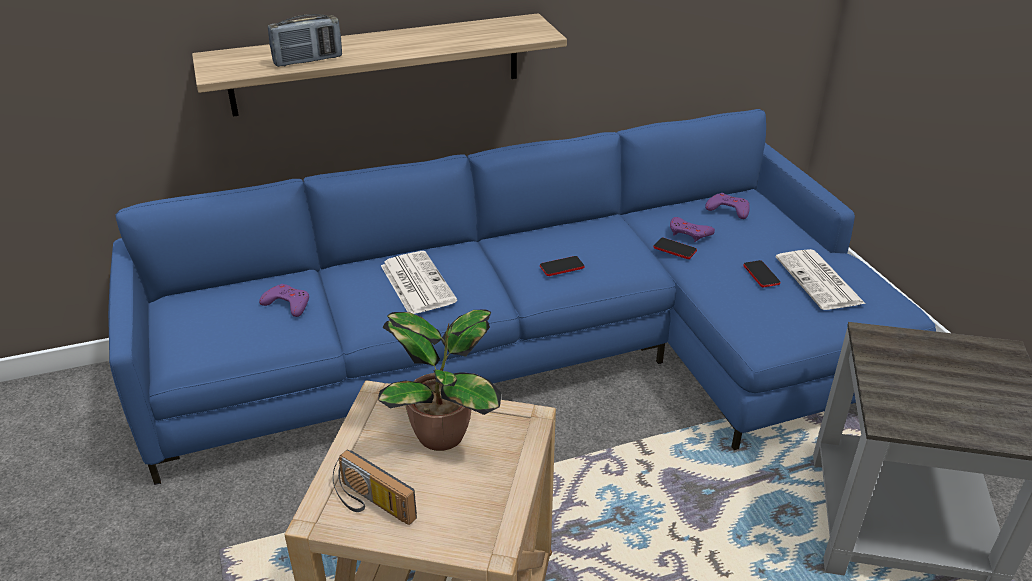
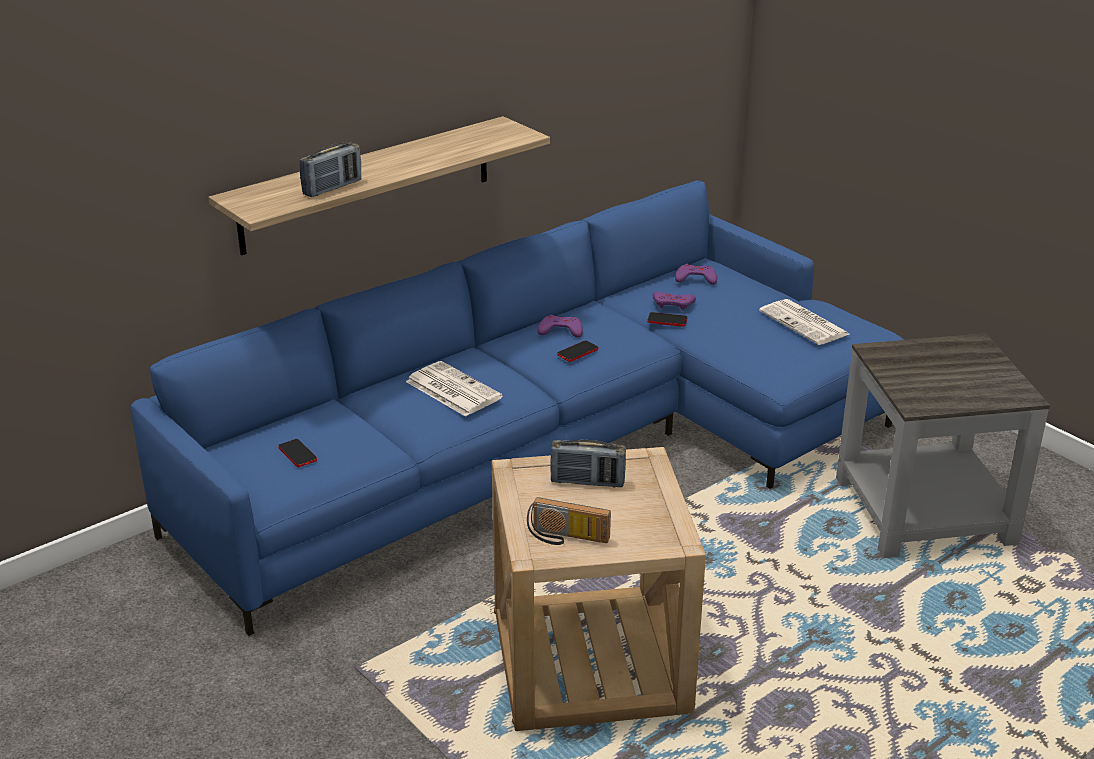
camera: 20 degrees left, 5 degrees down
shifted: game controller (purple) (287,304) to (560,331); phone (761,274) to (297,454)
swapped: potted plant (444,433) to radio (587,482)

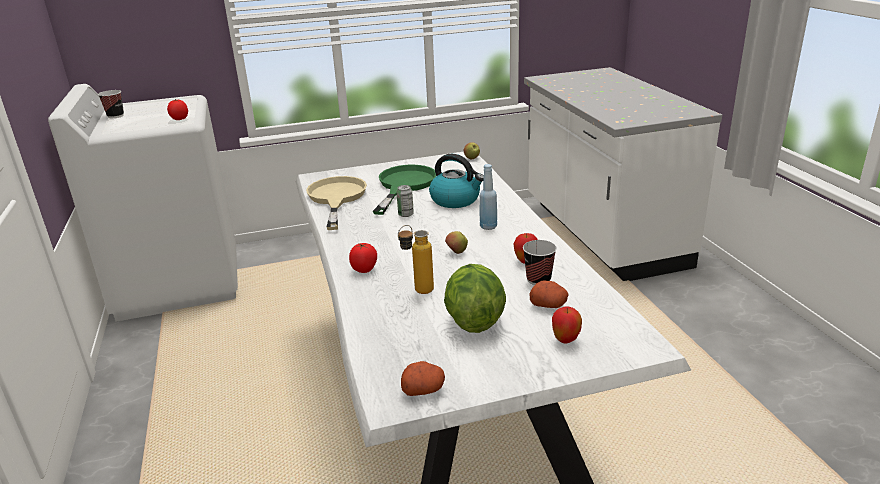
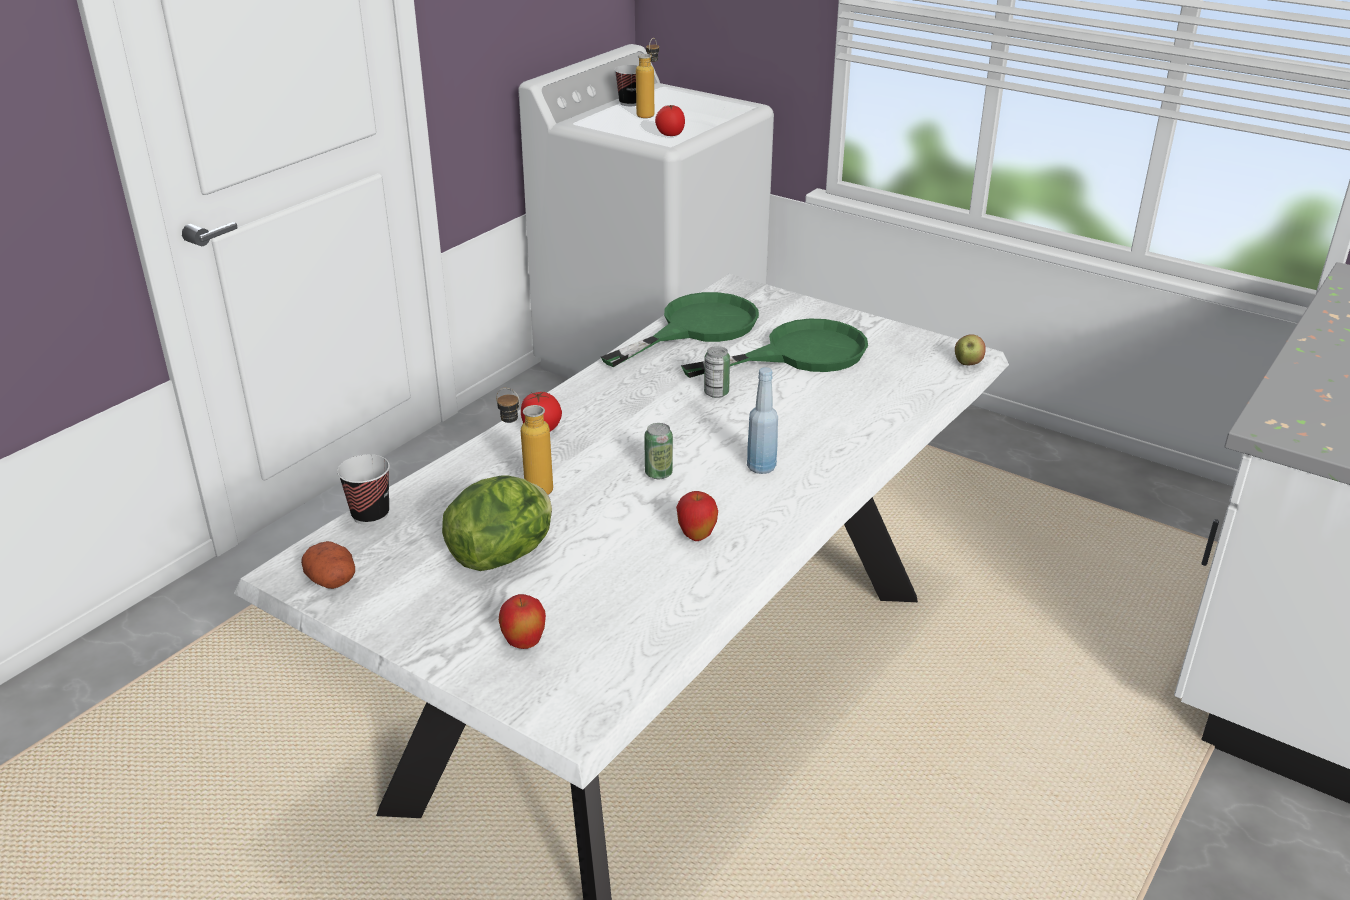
camera: 50 degrees right, 5 degrees up
gone: kettle (456,200); potato (549,305)
new: bottle (649,114)
shifted: cup (538,279) to (370,515)
swapped: apple (456,252) to can (658,473)
repainted: frying pan (beige) (336,198) to frying pan (green) (697,328)

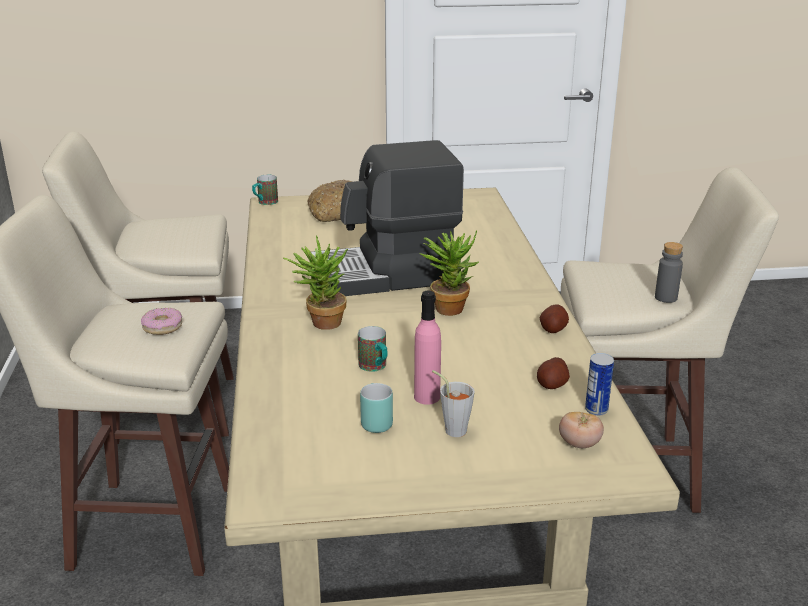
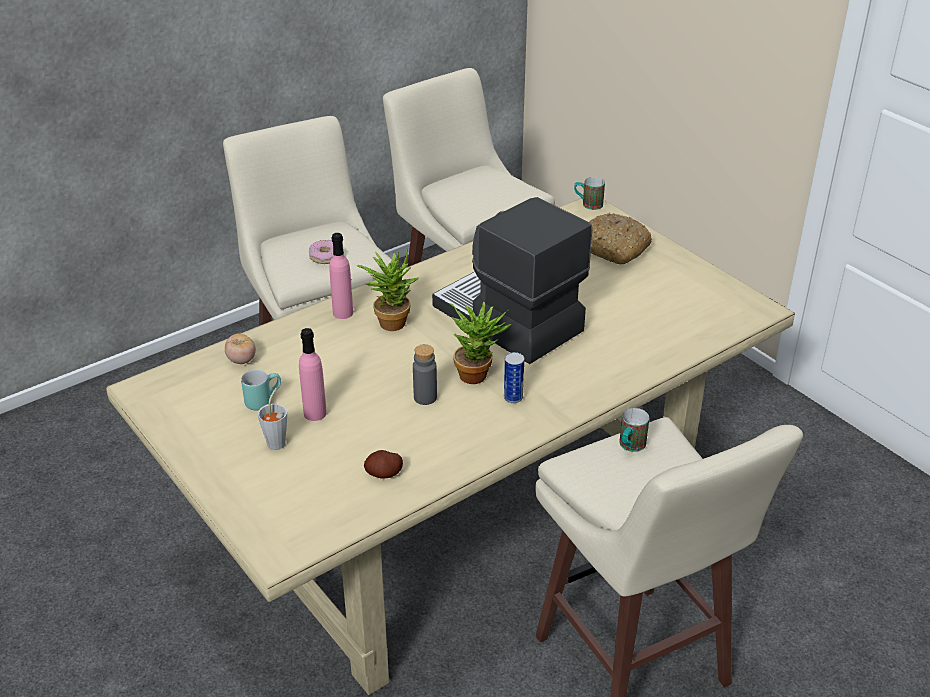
camera: 60 degrees right, 10 degrees up
gone: potato (553,329)
new: bottle (pink) (343,313)
shifted: mug (375,367) to (630,446); tomato (579,444) to (241,360); can (596,410) to (513,397); bottle (grey) (666,298) to (425,397)

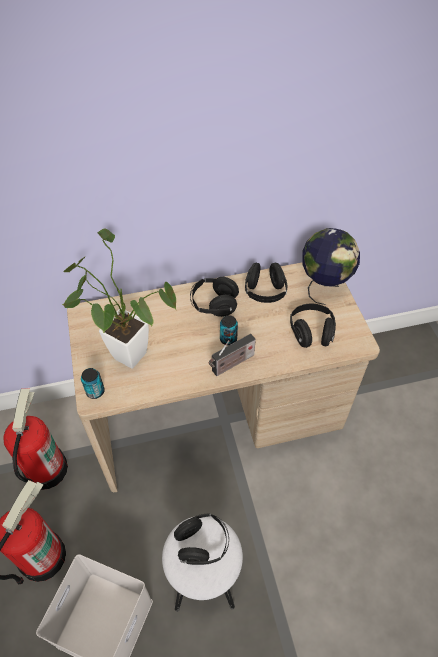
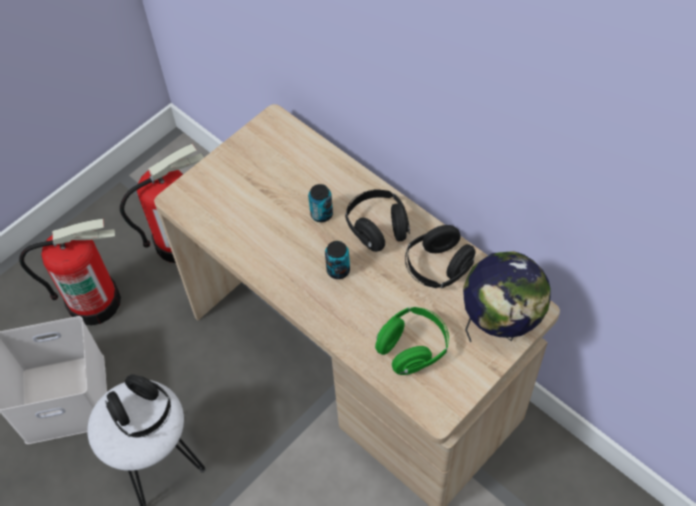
camera: 60 degrees right, 5 degrees up
gone: potted plant (124,352); radio (231,364)
shifted: can (95,391) to (321,214)
repainted: headphones (black) (311,332) to headphones (green) (412,348)

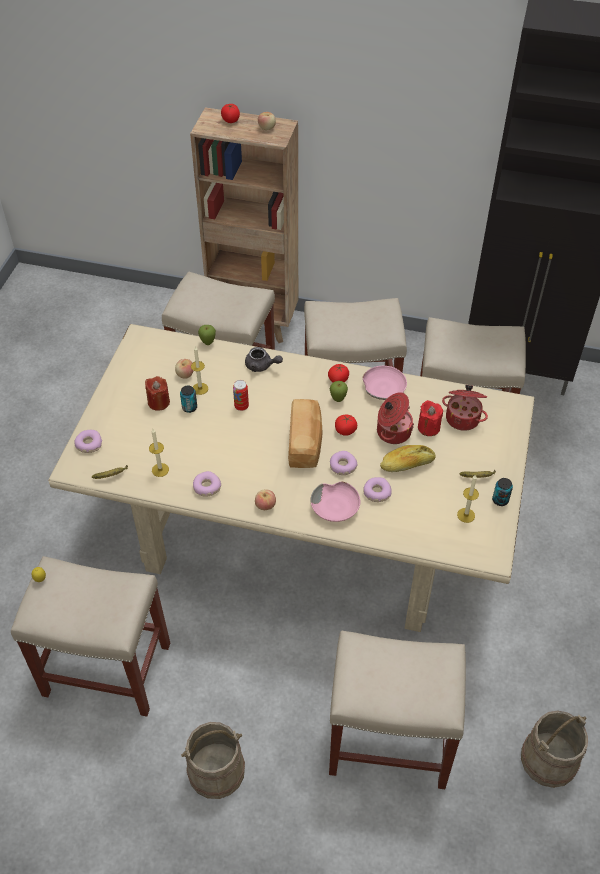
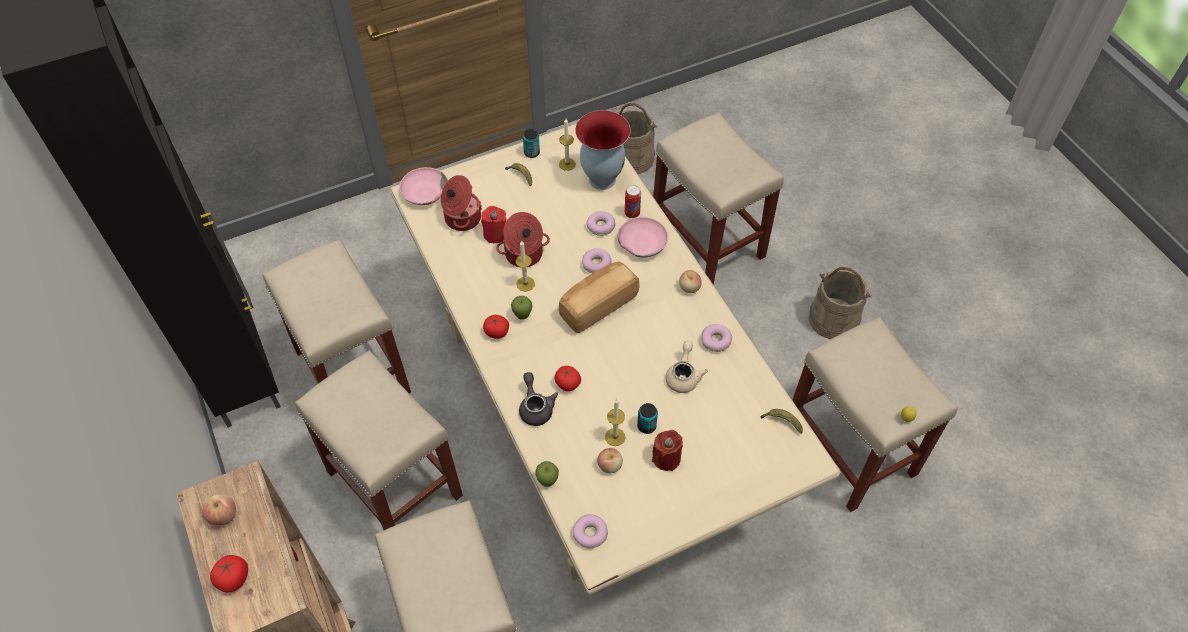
camera: 130 degrees left, 5 degrees up
gone: bread (407,464)
new: vase (601,179); teapot (beige) (683,376)
shifted: donut (89,444) to (590,534); candle (160,470) to (525,284); can (241,406) to (632,213); tomato (345,430) to (567,384); bowl (pink) (383,388) to (424,193)

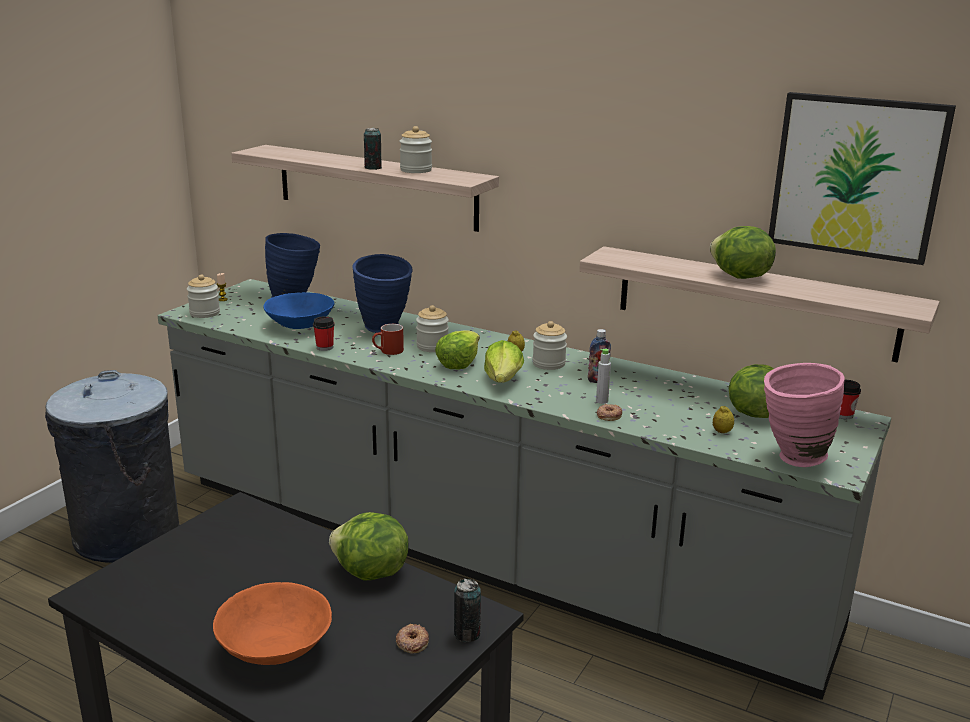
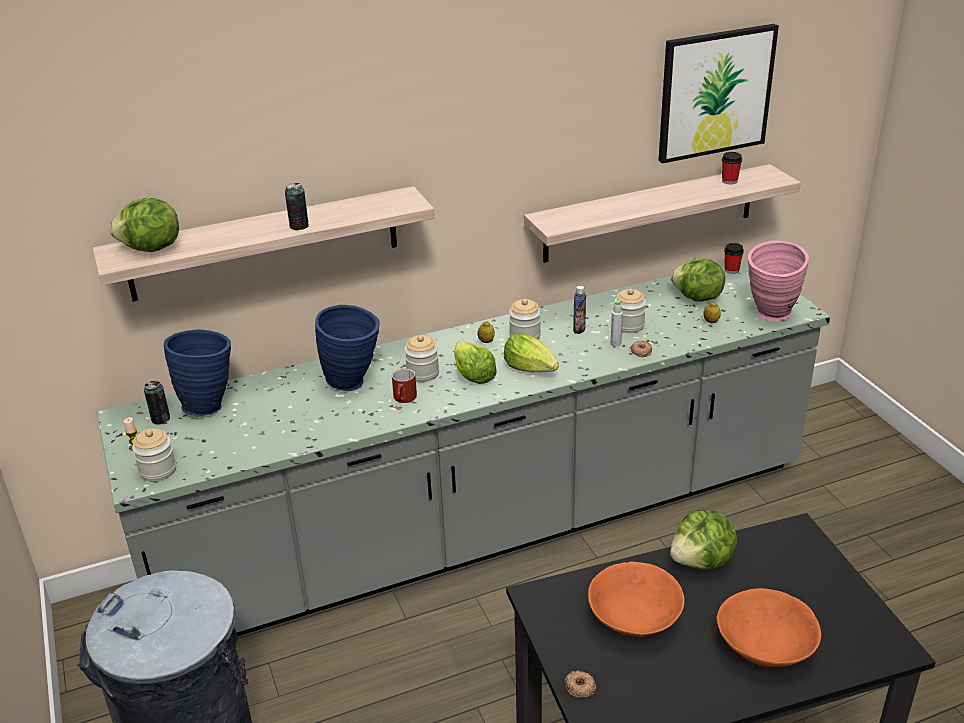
camera: 50 degrees left, 10 degrees up
gone: bowl (blue) (300,325)
new: bowl (orange) (634,618)
shifted: cup (324,347) to (729,181); donut (412,642) to (580,687); jar (416,170) to (628,326); can (467,634) to (160,419); lettuce (739,277) to (151,249)

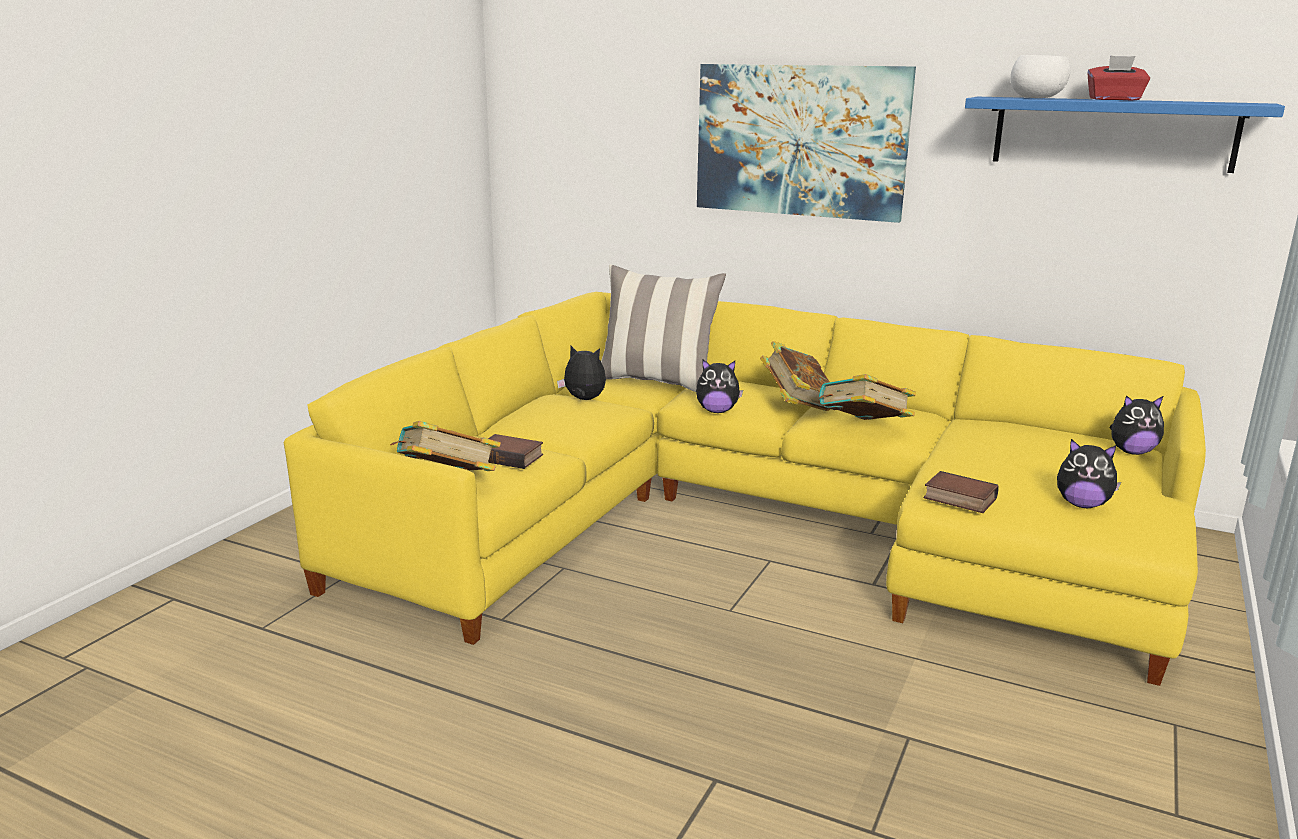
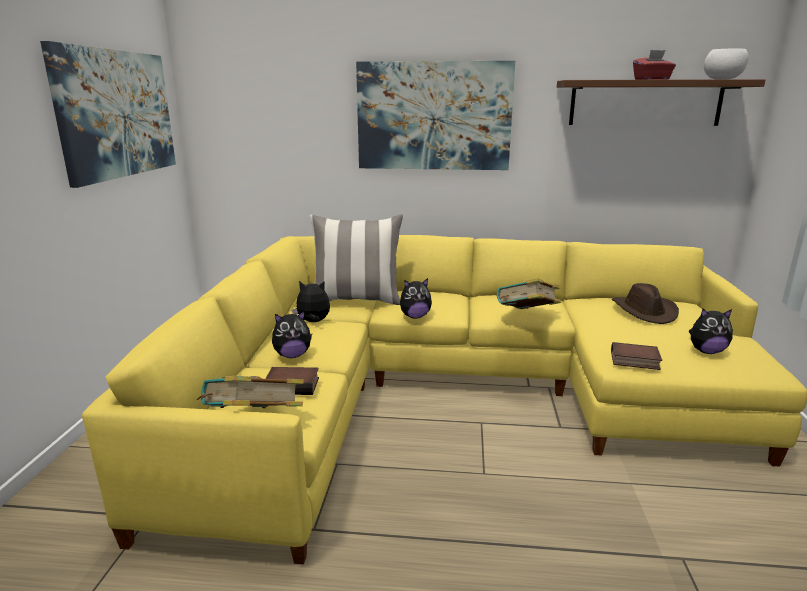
camera: 20 degrees left, 0 degrees up
gone: book (797,405)
new: picture (117,114); hat (brown) (645,311)
shifted: bowl (white) (1037,98) to (723,79); plush toy (1131,452) to (292,355)
repainted: shelf (blue) (1113,133) to shelf (brown) (645,103)

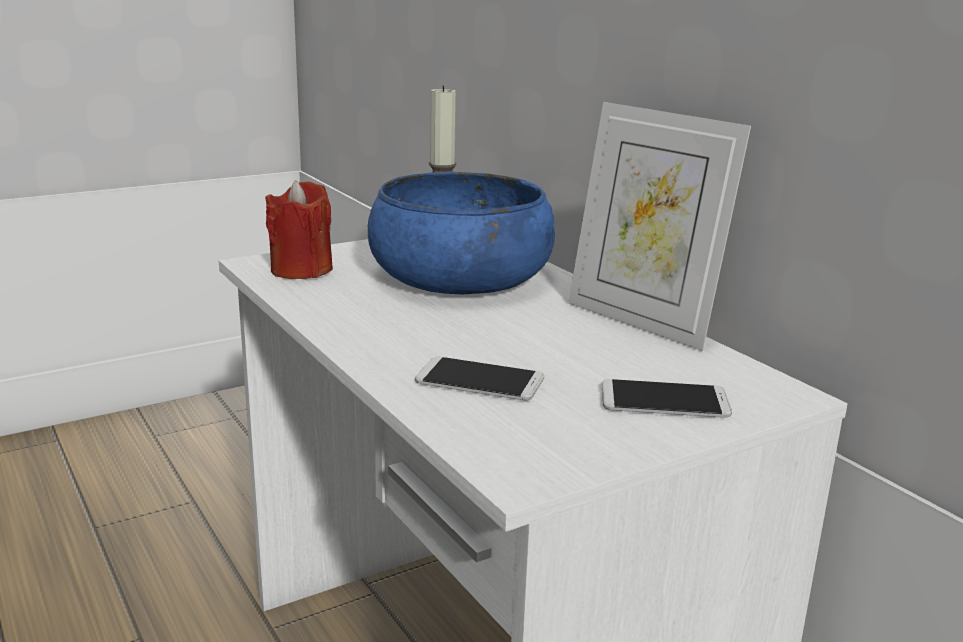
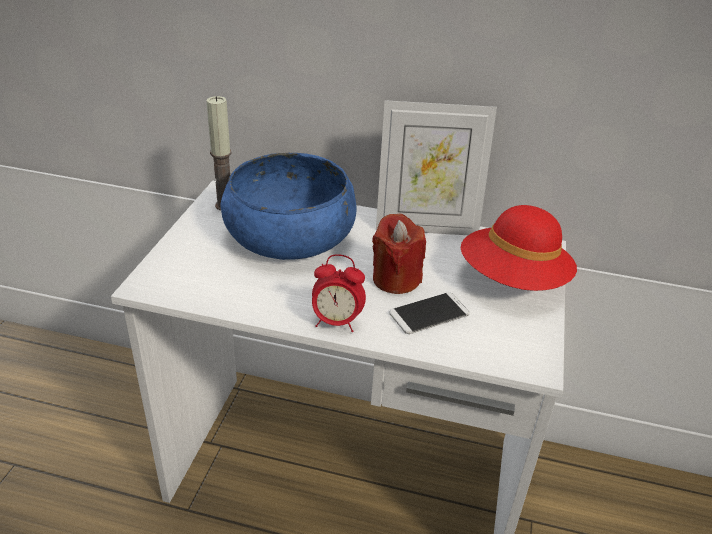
camera: 45 degrees left, 15 degrees up
new: alarm clock (336,322)
shifted: candle (red) (301,270) to (396,279)
swapped: phone (664,400) to hat (red) (513,280)

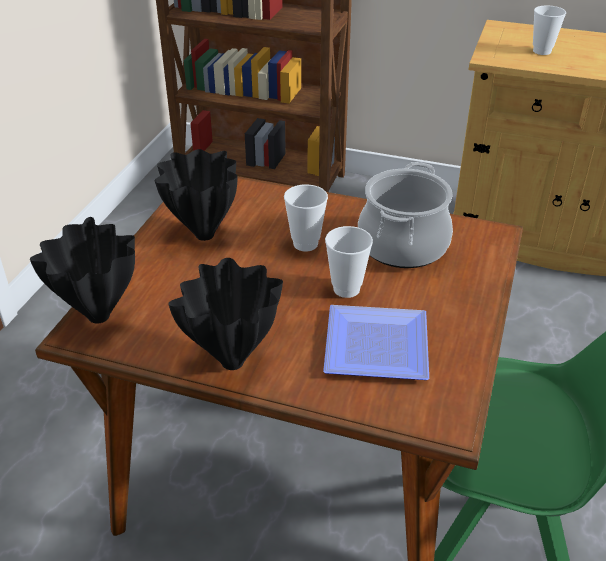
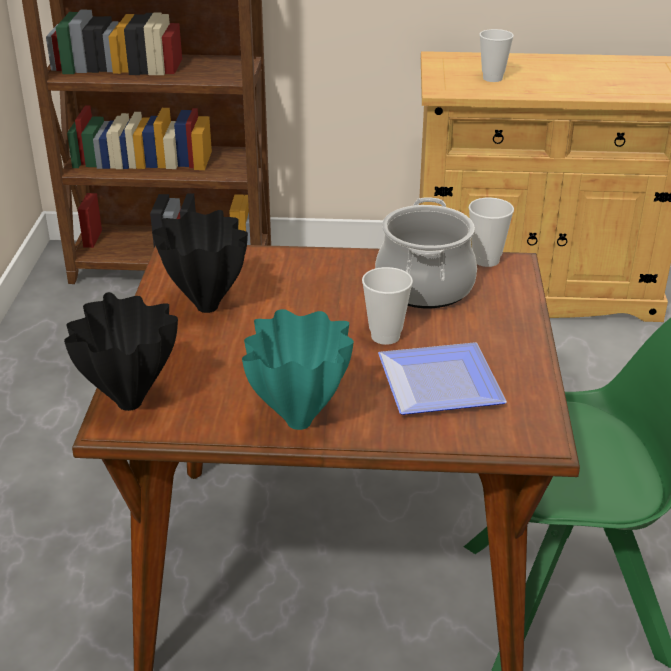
camera: 15 degrees left, 5 degrees down
shifted: cup (305,244) to (486,260)
repainted: vase (black) (234,361) to vase (turquoise) (301,421)

